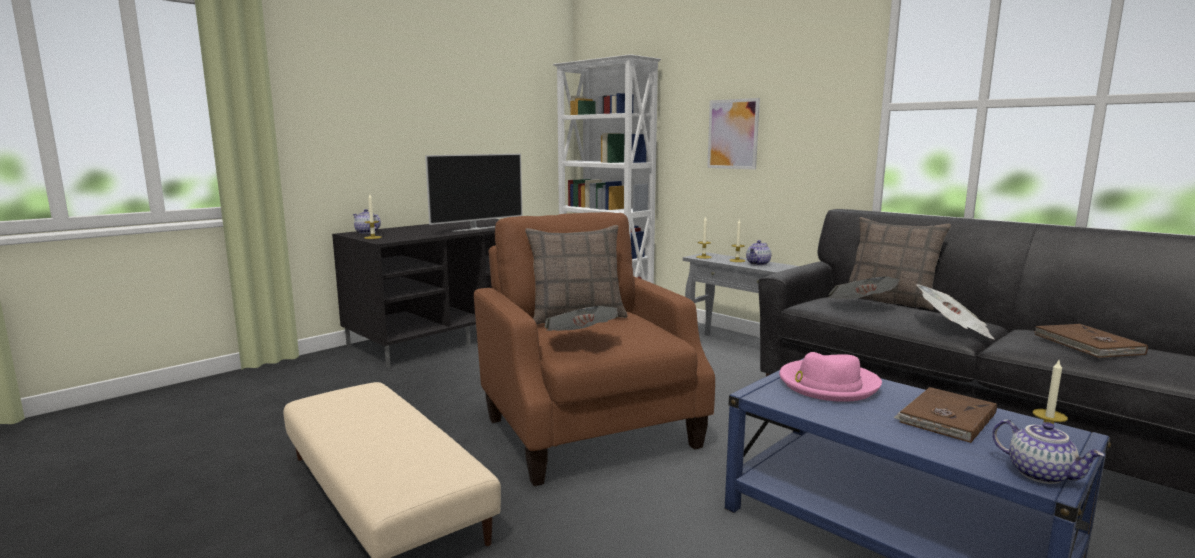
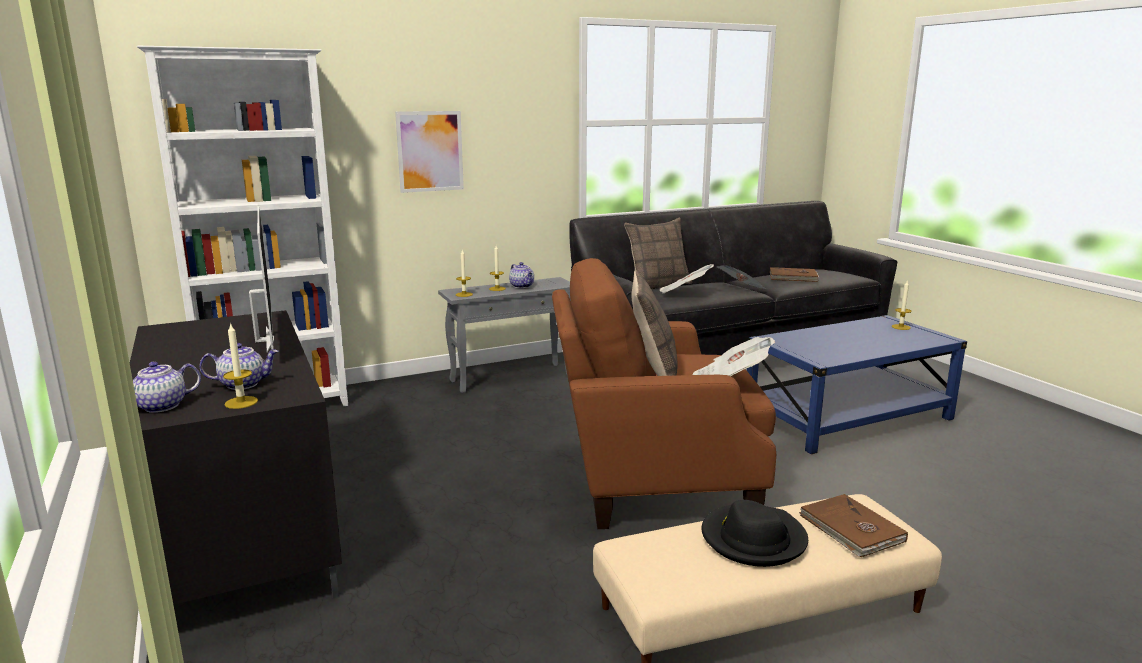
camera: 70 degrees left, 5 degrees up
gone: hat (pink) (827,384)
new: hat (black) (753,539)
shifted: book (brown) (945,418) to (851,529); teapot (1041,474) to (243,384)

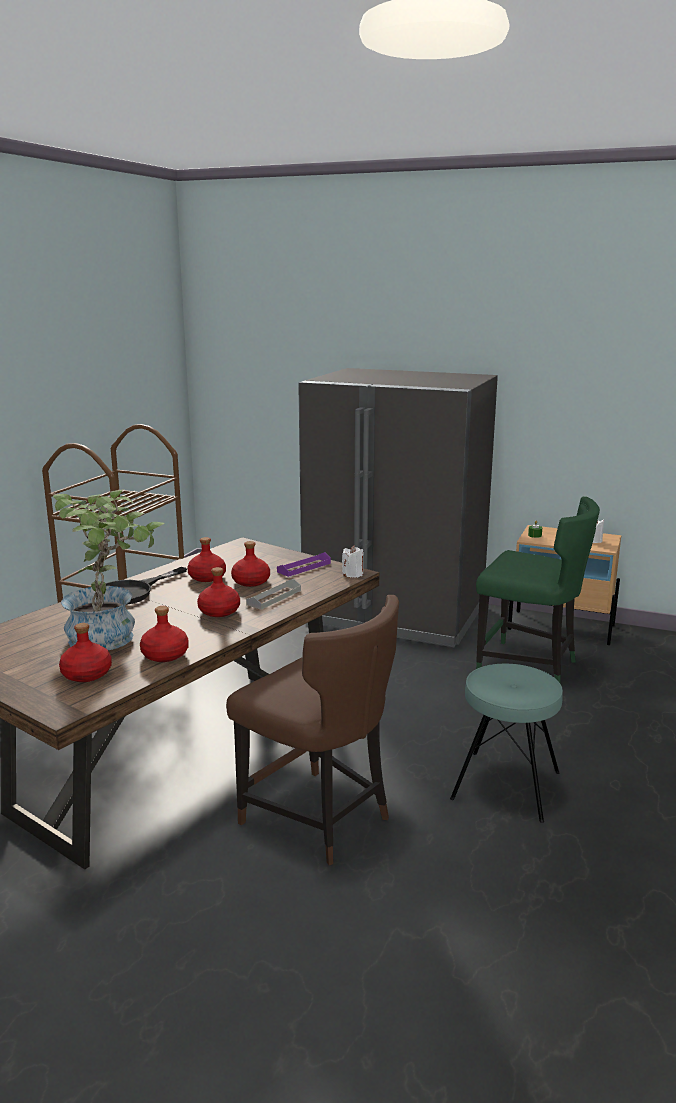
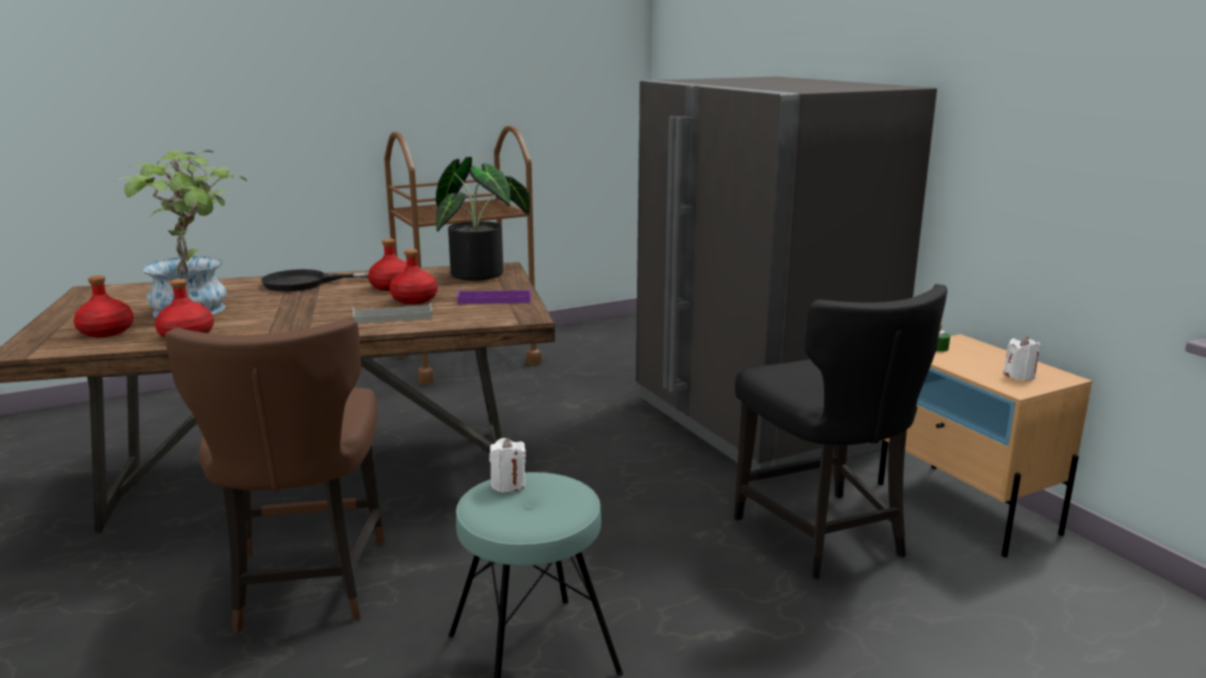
camera: 40 degrees right, 0 degrees up
gone: bottle (red) (219,611)
new: potted plant (484,274)
shifted: candle (white) (353,574) to (508,484)
repainted: chair (green) (529,666) to chair (black) (823,537)

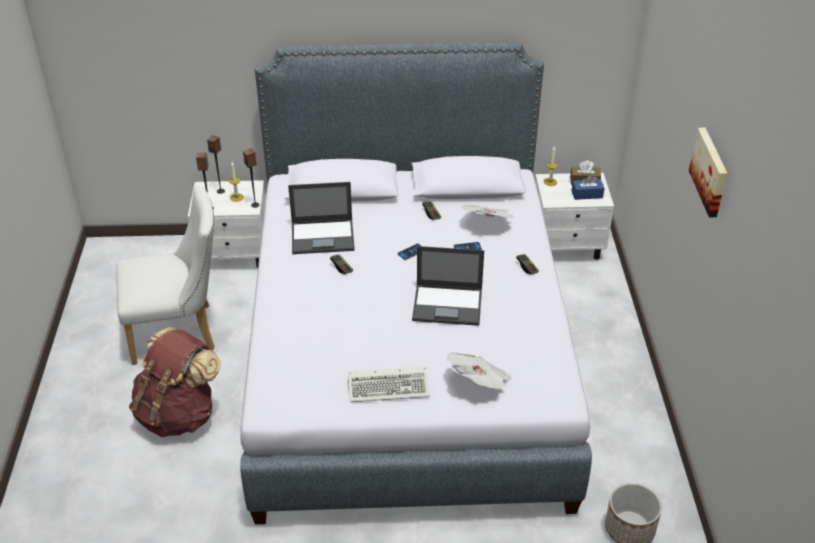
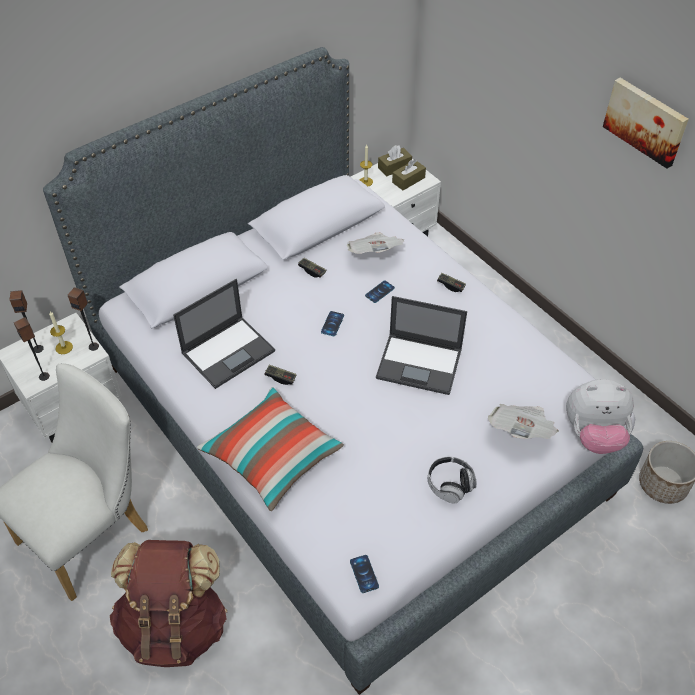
camera: 35 degrees left, 10 degrees up
new: pillow (272,456); phone (364,574); plush toy (593,434)
swapped: keyboard (390,386) to headphones (450,484)
repainted: tissue box (blue) (587,194) to tissue box (brown) (408,180)
rotated: laptop (448,305) = (420,364) 45 degrees clockwise

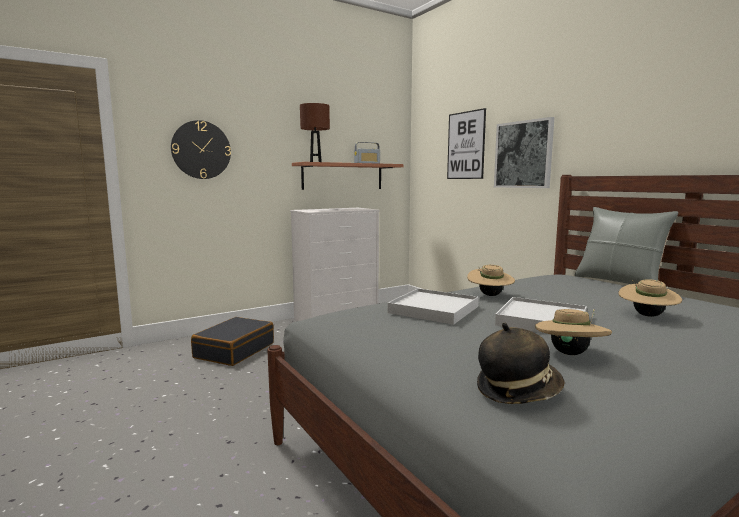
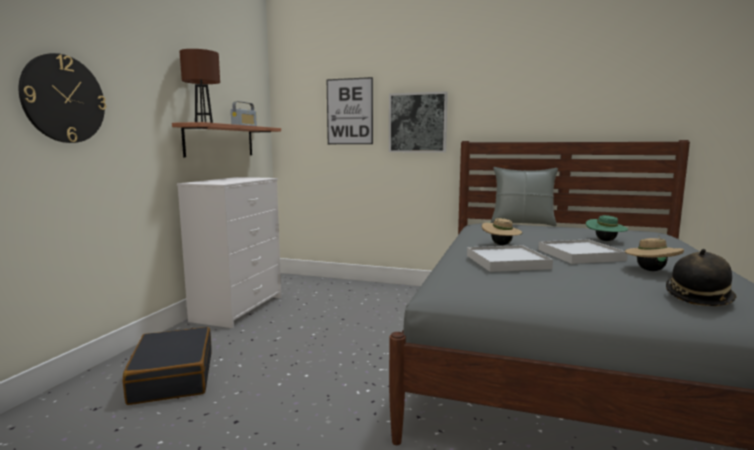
camera: 40 degrees left, 0 degrees up
repainted: hat (beige) (647,315) to hat (green) (605,240)

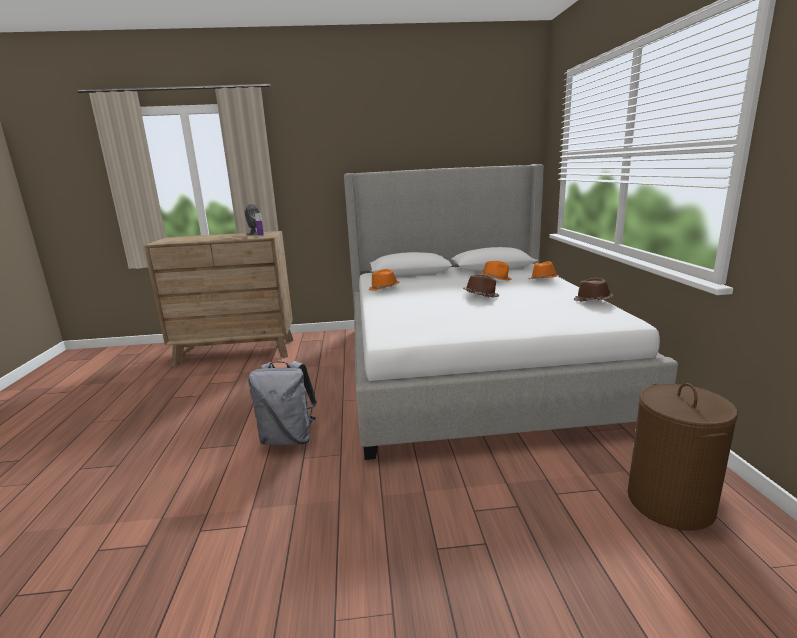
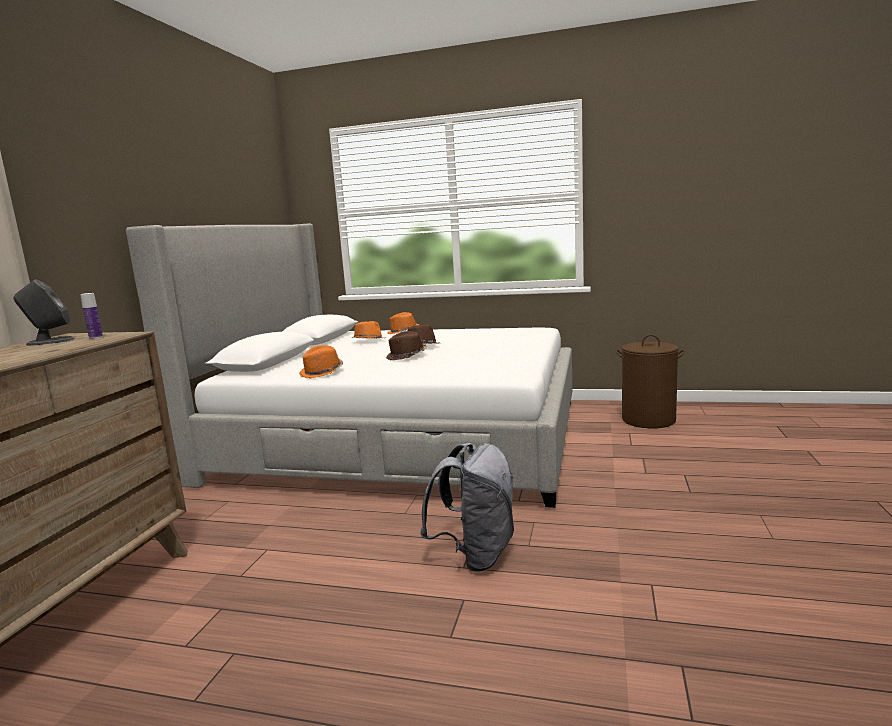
camera: 70 degrees left, 5 degrees down
shifted: hat (brown) (592,301) to (407,356)

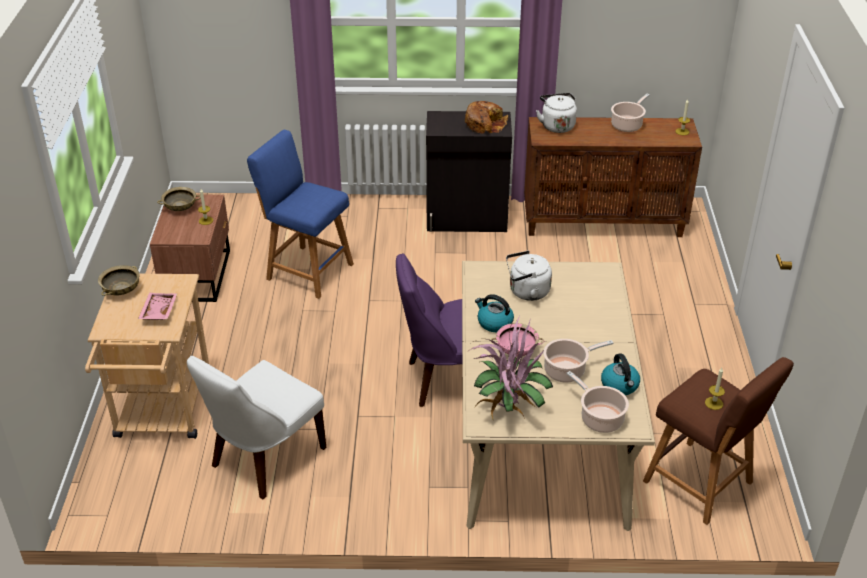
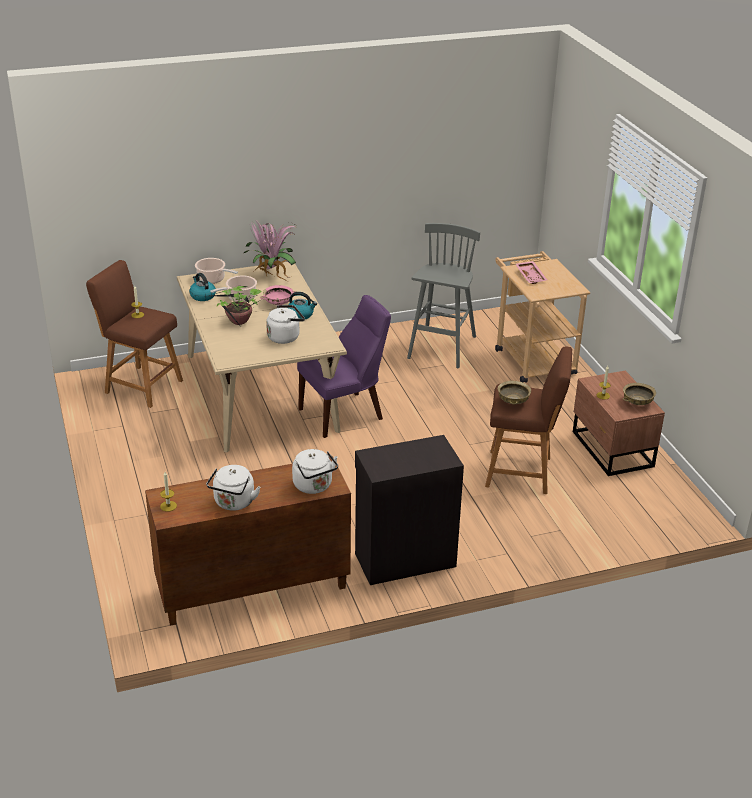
camera: 160 degrees right, 5 degrees down
gone: bread (485,124)
new: potted plant (239,323)
shifted: bowl (beige) (121,290) to (513,400)
swapped: chair (white) (264,459) to stool (grey) (441,348); cooking pot (627,125) to kettle (white) (233,503)
repainted: stool (blue) (306,270) to stool (brown) (522,472)

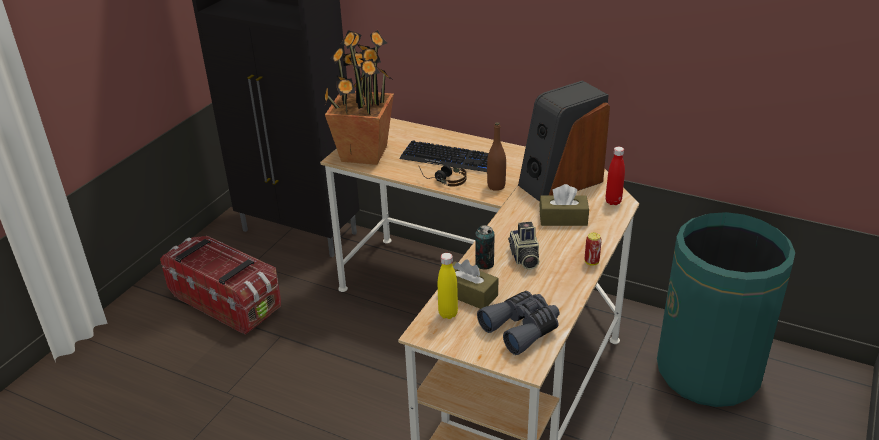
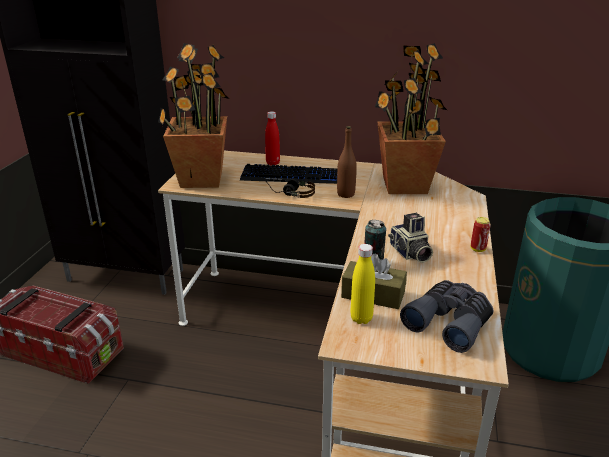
camera: 15 degrees left, 5 degrees down
gone: tissue box (brown) (563,219)
shifted: bottle (red) (613,201) to (273,163)
swapped: speaker (560,182) to potted plant (404,186)

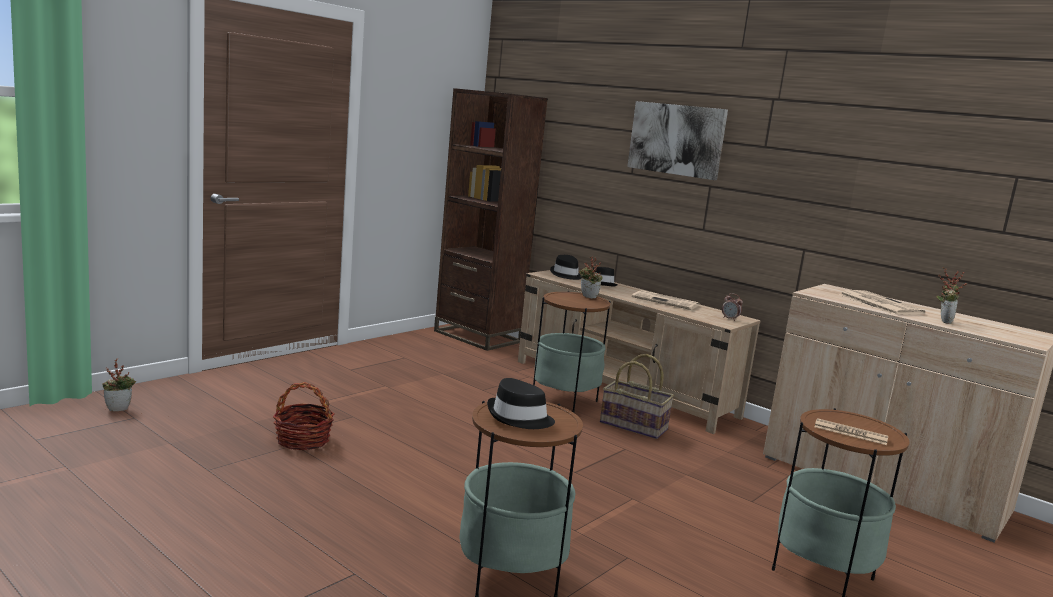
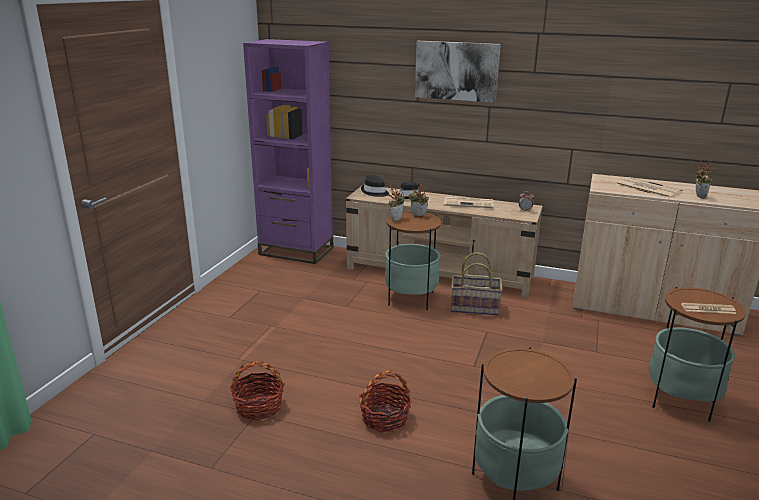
camera: 20 degrees left, 10 degrees up
gone: hat (black) (519,418)
new: basket (385,418)
shifted: potted plant (119,408) to (395,219)
repainted: bookcase (brown) (477,336) to bookcase (purple) (296,251)

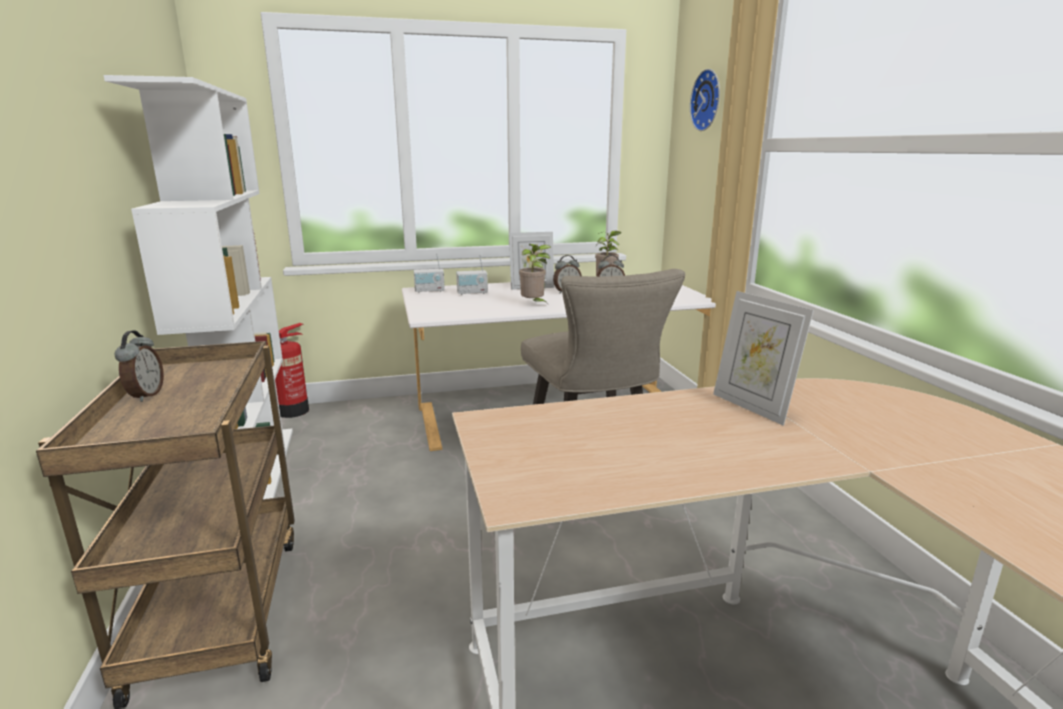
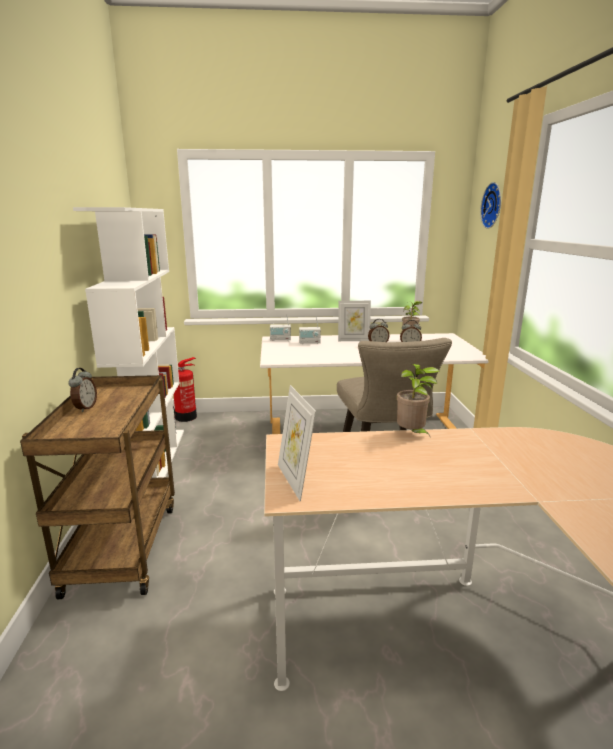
camera: 10 degrees right, 0 degrees up
shifted: potted plant (534,305) to (412,435); picture frame (752,407) to (295,480)

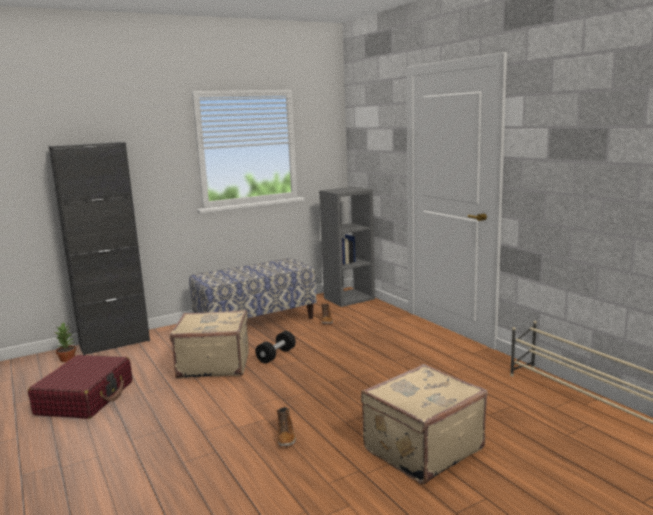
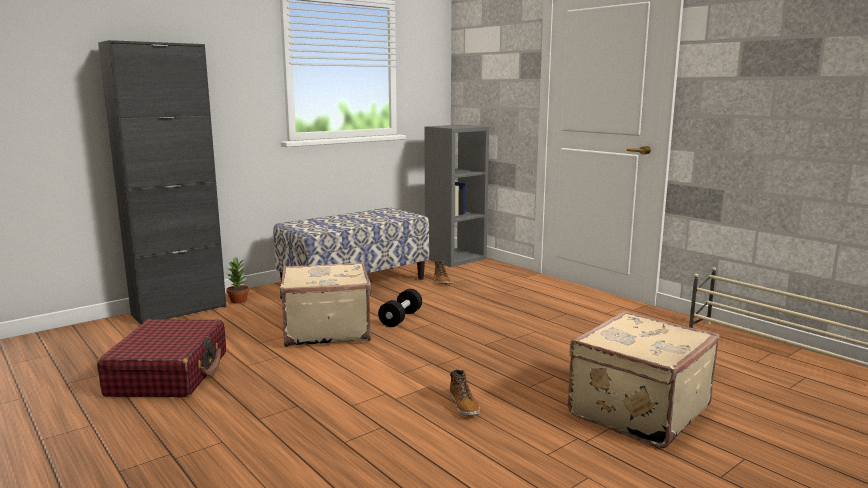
camera: 10 degrees left, 0 degrees up
shifted: potted plant (68,359) to (239,300)

